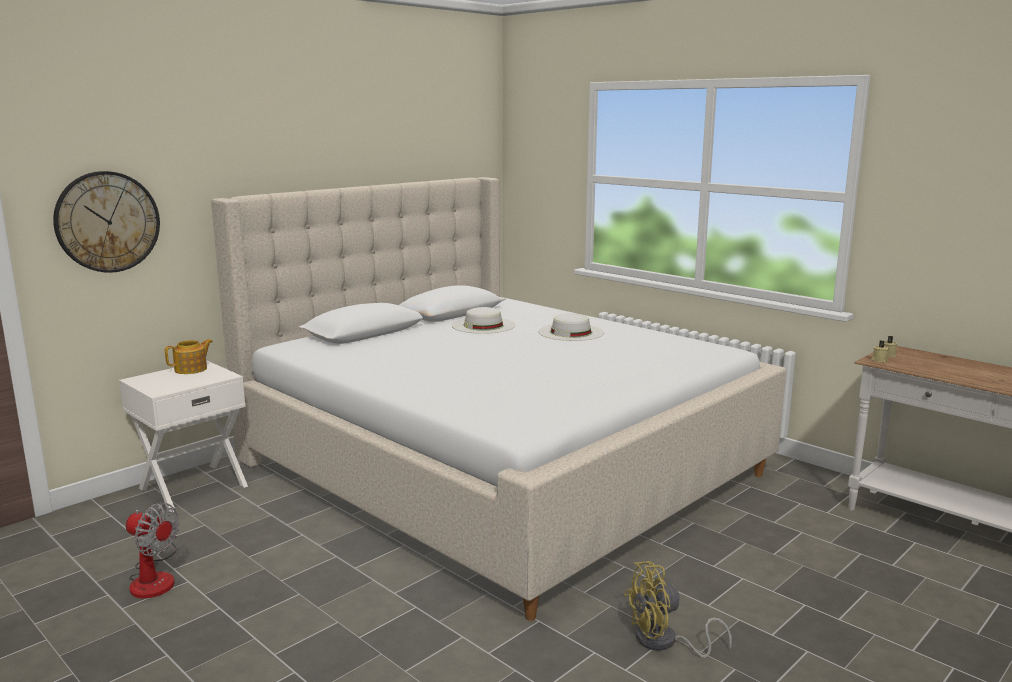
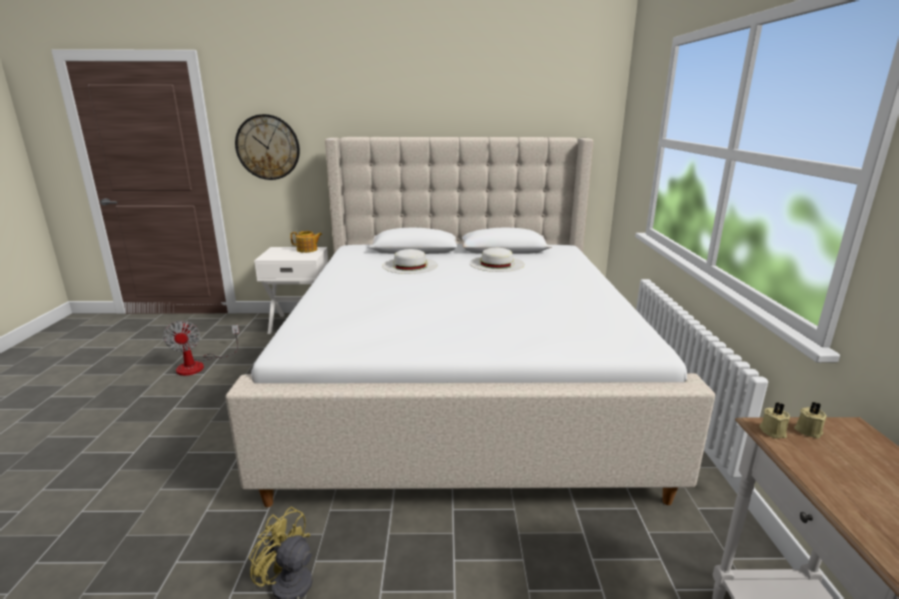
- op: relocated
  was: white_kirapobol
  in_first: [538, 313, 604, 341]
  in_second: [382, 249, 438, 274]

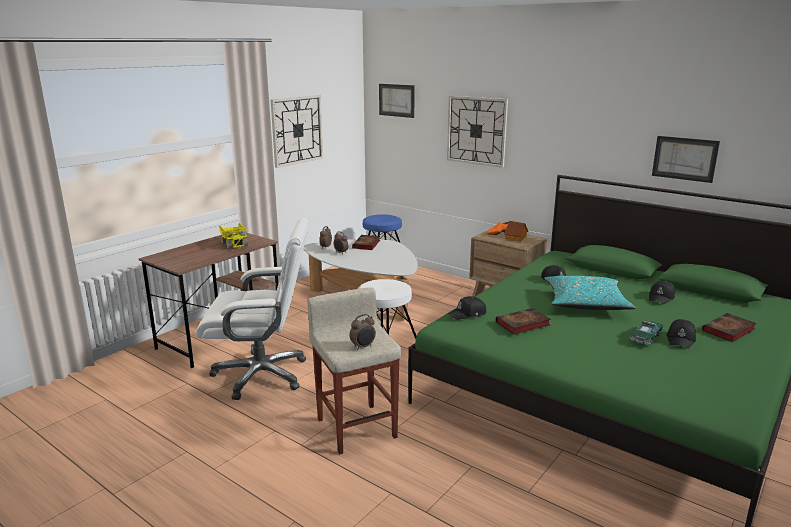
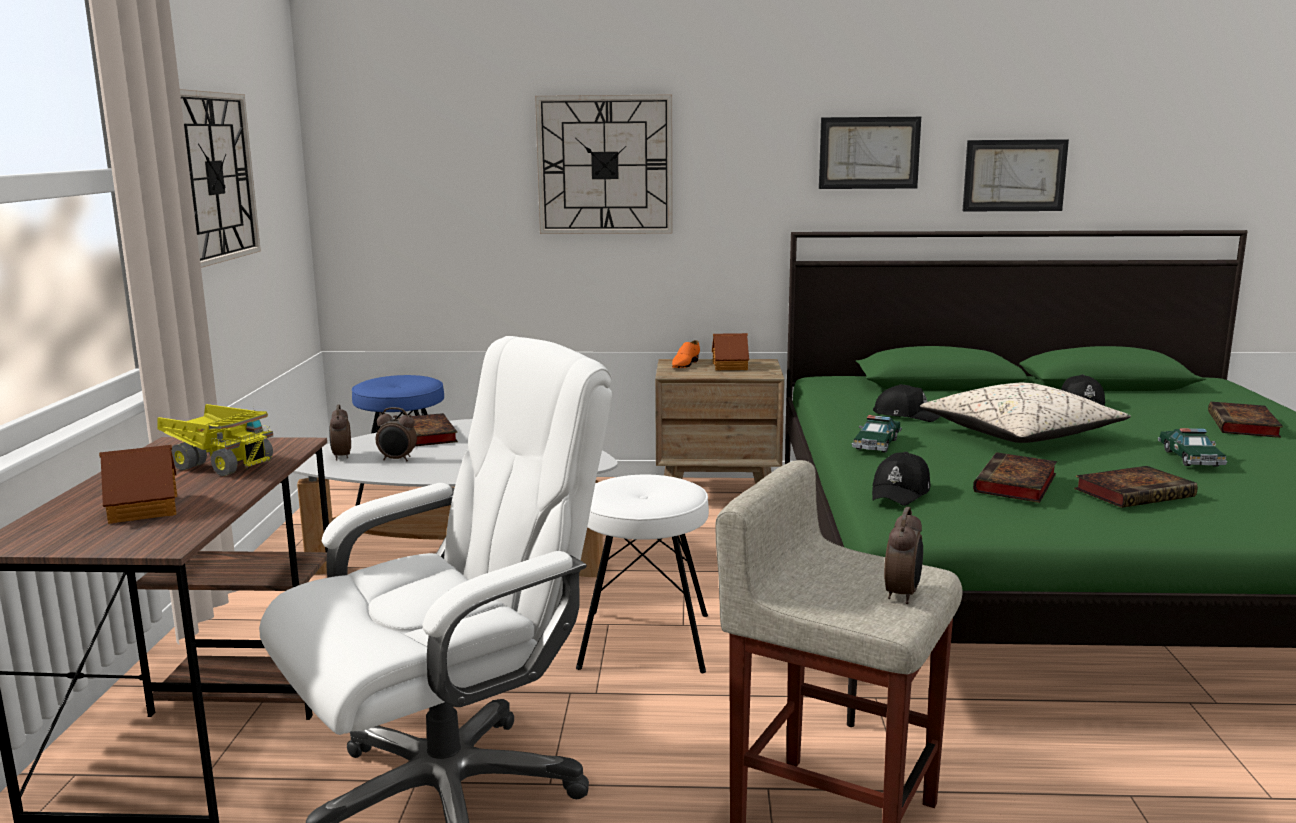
- op: relocated
  was: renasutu
  in_first: [379, 84, 415, 118]
  in_second: [819, 117, 921, 189]
- op: colour
  was: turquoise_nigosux
  now: beige_nigosux
  in_first: [544, 276, 636, 310]
  in_second: [920, 383, 1131, 443]
- op: missing
  was: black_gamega
  in_first: [667, 319, 696, 349]
- op: appeared
  now: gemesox
  in_second: [852, 415, 902, 453]
- op: appeared
  now: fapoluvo
  in_second: [99, 445, 177, 524]
- op: appeared
  now: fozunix
  in_second: [1074, 466, 1198, 508]

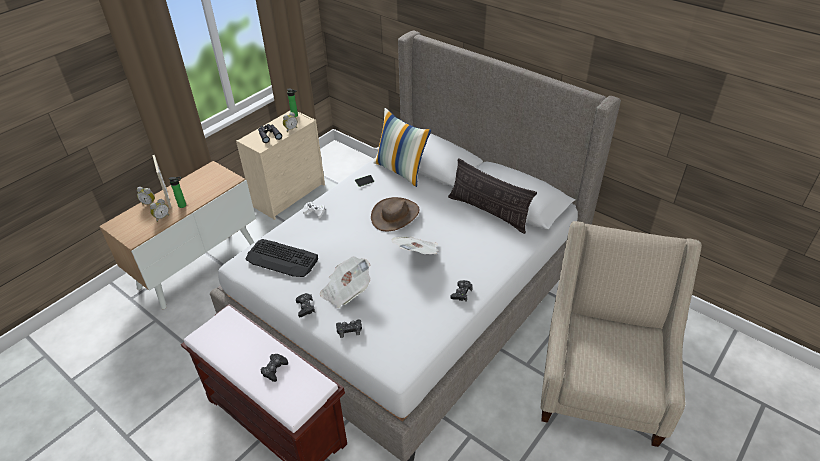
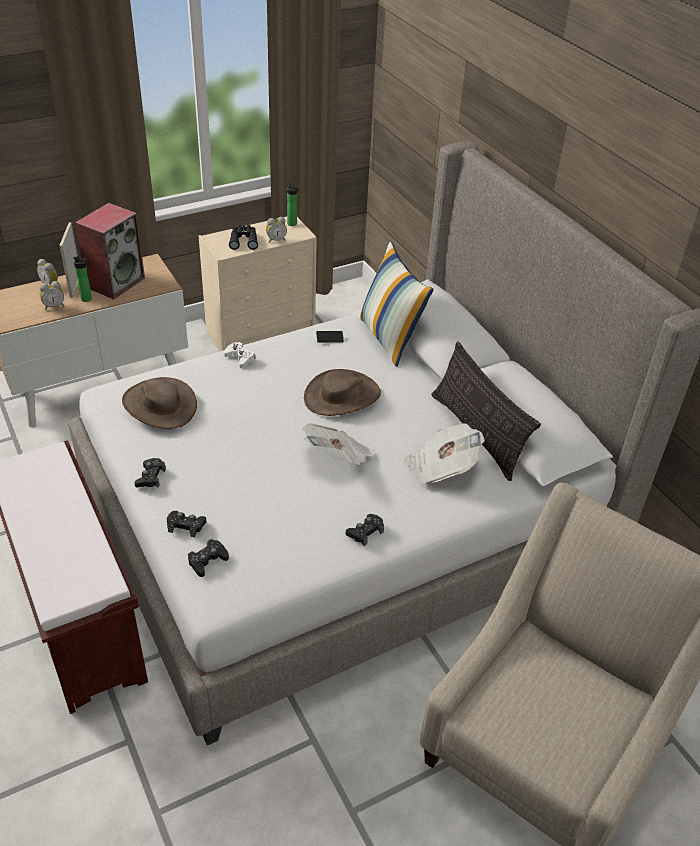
- op: exchanged
  was: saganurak
  now: brown_kirapobol
  in_first: [246, 239, 318, 277]
  in_second: [122, 377, 197, 429]
- op: relocated
  was: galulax
  in_first: [320, 256, 371, 308]
  in_second: [404, 423, 485, 485]
- op: relocated
  was: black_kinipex
  in_first: [260, 354, 288, 382]
  in_second: [188, 539, 229, 577]
- op: appeared
  now: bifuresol
  in_second: [75, 203, 145, 299]

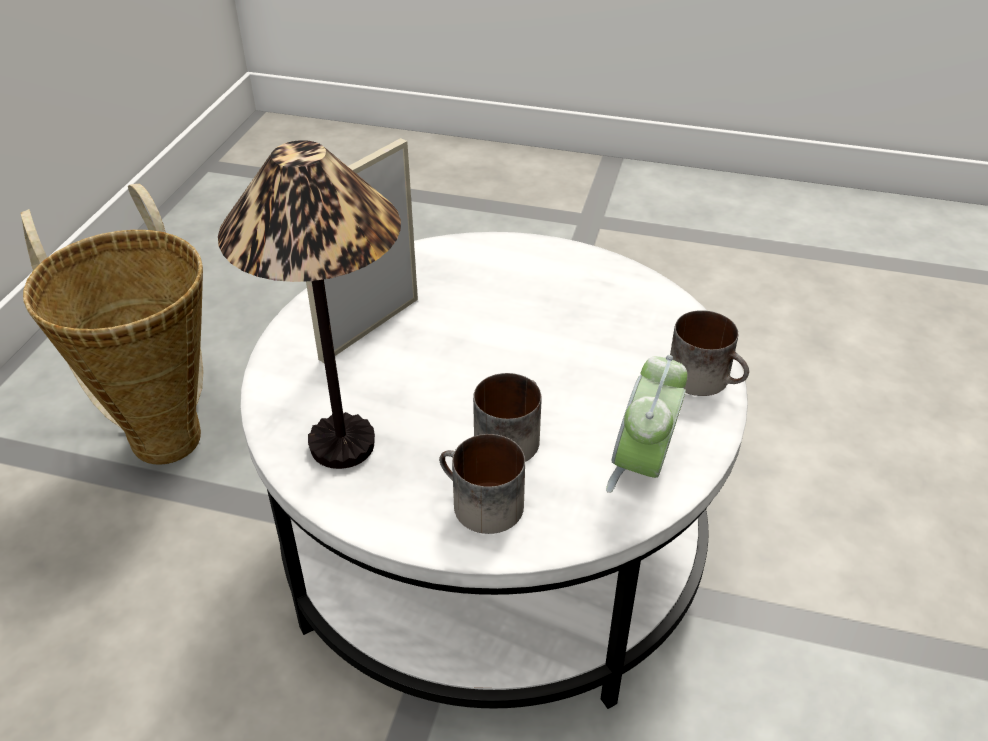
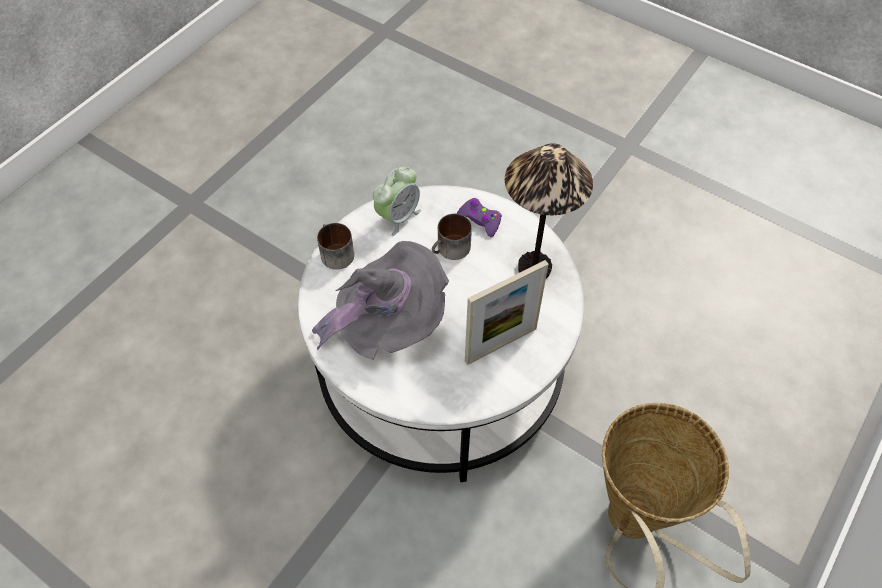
- op: exchanged
  was: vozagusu
  now: purple_kinipex
  in_first: [439, 434, 525, 534]
  in_second: [457, 198, 502, 237]
- op: appeared
  now: grey_kirapobol
  in_second: [312, 241, 449, 360]

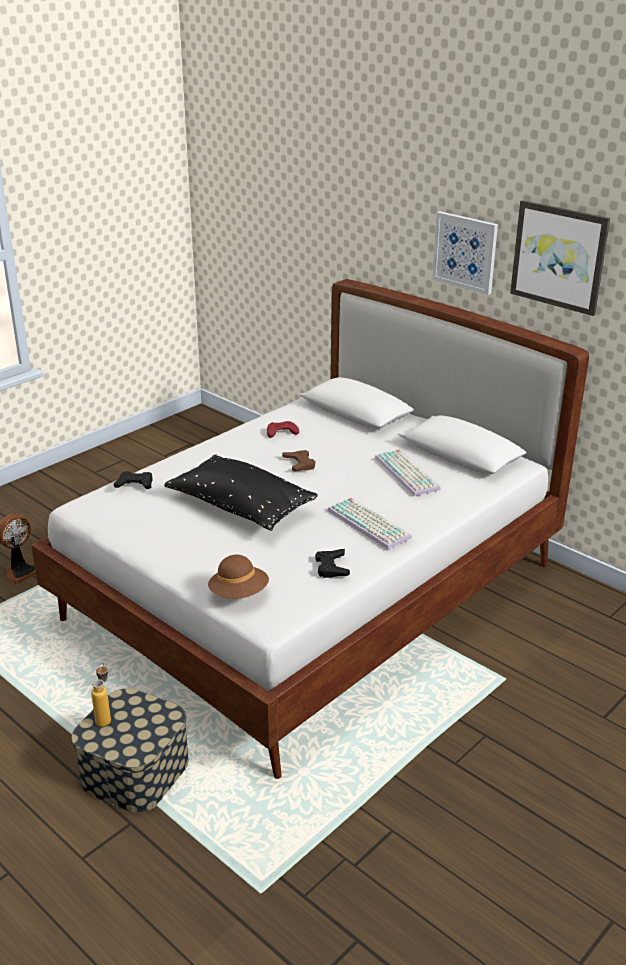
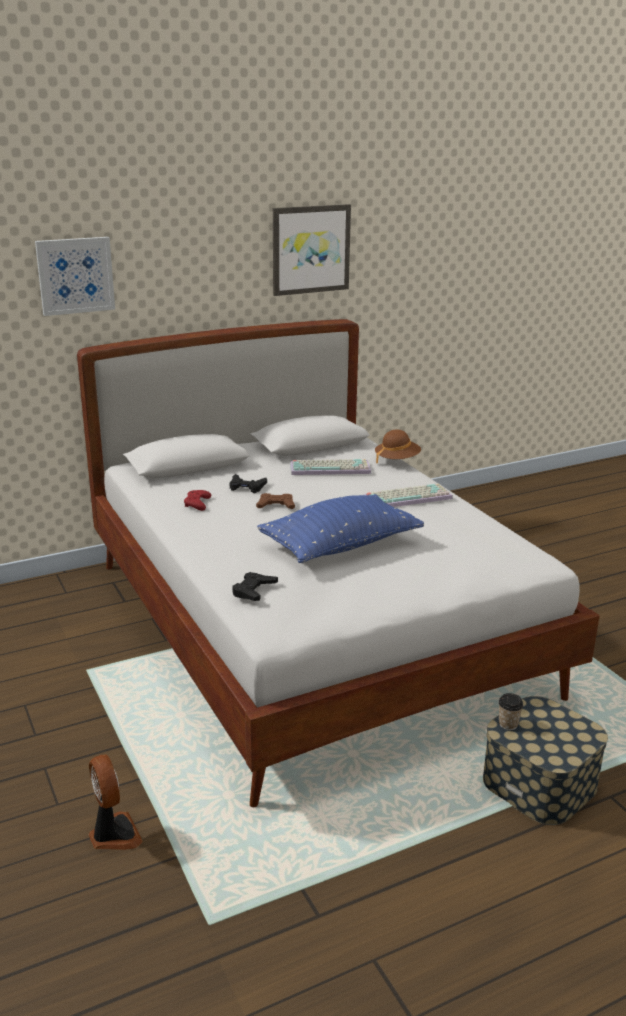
- op: relocated
  was: renasutu
  in_first: [432, 211, 498, 295]
  in_second: [35, 237, 115, 316]
- op: colour
  was: black_nigosux
  now: blue_nigosux
  in_first: [164, 455, 318, 531]
  in_second: [257, 494, 424, 563]
- op: relocated
  was: black_kinipex
  in_first: [315, 549, 350, 578]
  in_second: [230, 474, 267, 493]
- op: relocated
  was: brown_kirapobol
  in_first: [208, 555, 269, 599]
  in_second: [375, 429, 421, 463]
- op: missing
  was: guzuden
  in_first: [91, 663, 111, 727]
- op: appeared
  now: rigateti
  in_second: [498, 693, 523, 730]

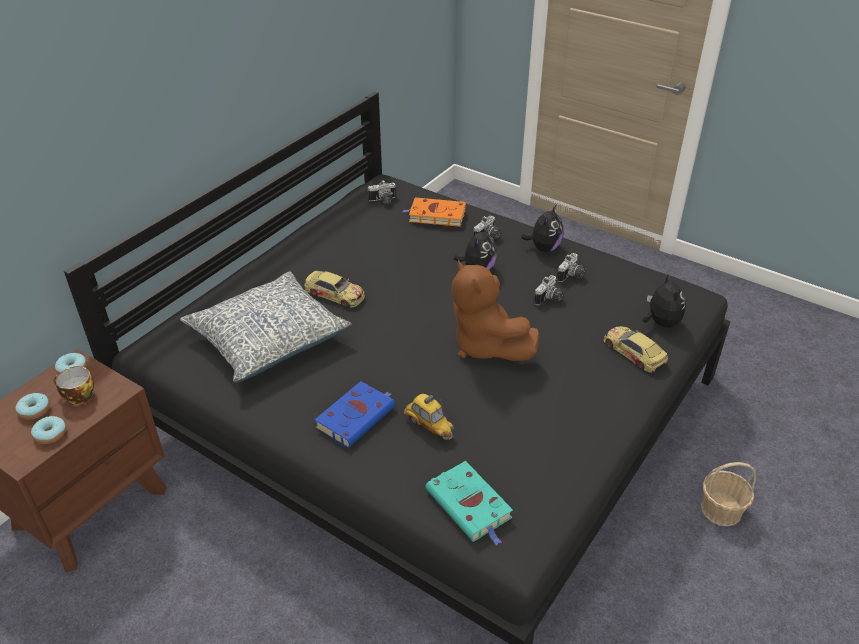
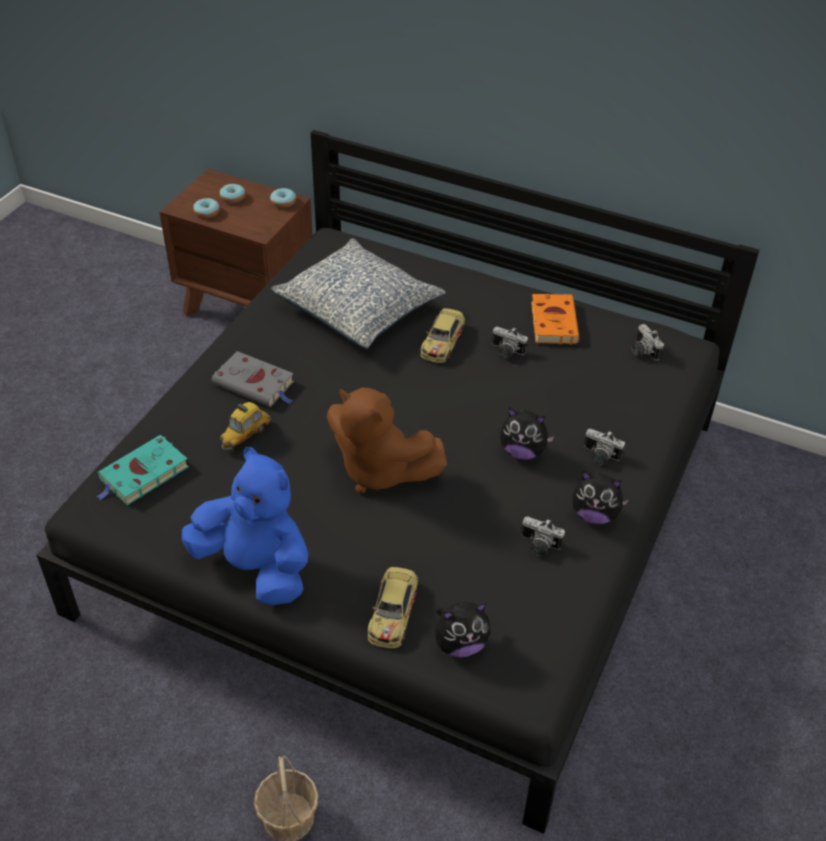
- op: relocated
  was: orange_fozunix
  in_first: [403, 198, 466, 227]
  in_second: [531, 294, 580, 344]
- op: spun
  was: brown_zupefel
  in_first: [452, 260, 540, 361]
  in_second: [327, 387, 447, 493]
  clockwise: -105
- op: relocated
  was: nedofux
  in_first: [533, 275, 564, 306]
  in_second: [492, 327, 528, 358]
- op: spun
  was: gemesox
  in_first: [604, 326, 668, 373]
  in_second: [367, 567, 418, 648]
  clockwise: 150
- op: missing
  was: rigateti
  in_first: [53, 366, 94, 405]
- op: colour
  was: blue_fozunix
  now: grey_fozunix
  in_first: [315, 381, 395, 448]
  in_second: [211, 351, 294, 407]
- op: appeared
  now: blue_zupefel
  in_second: [182, 447, 309, 605]

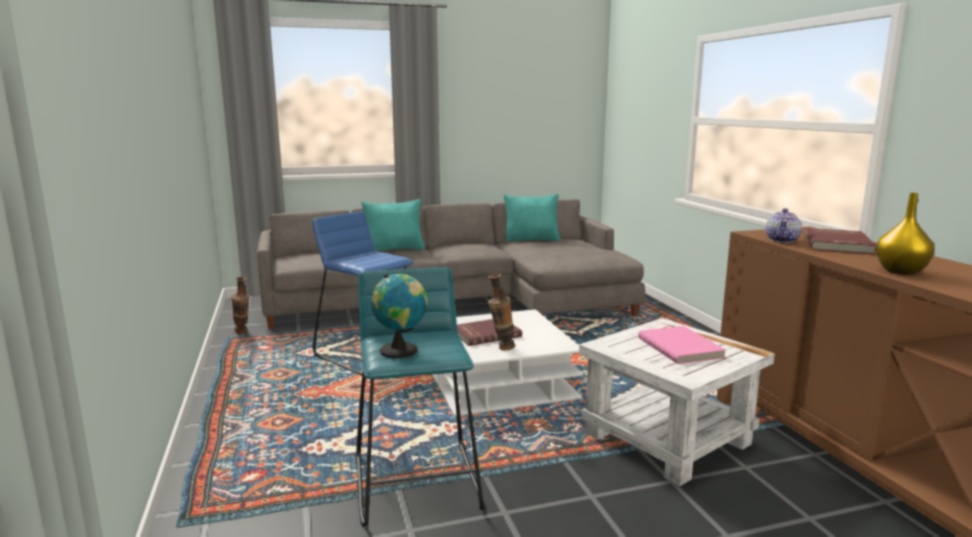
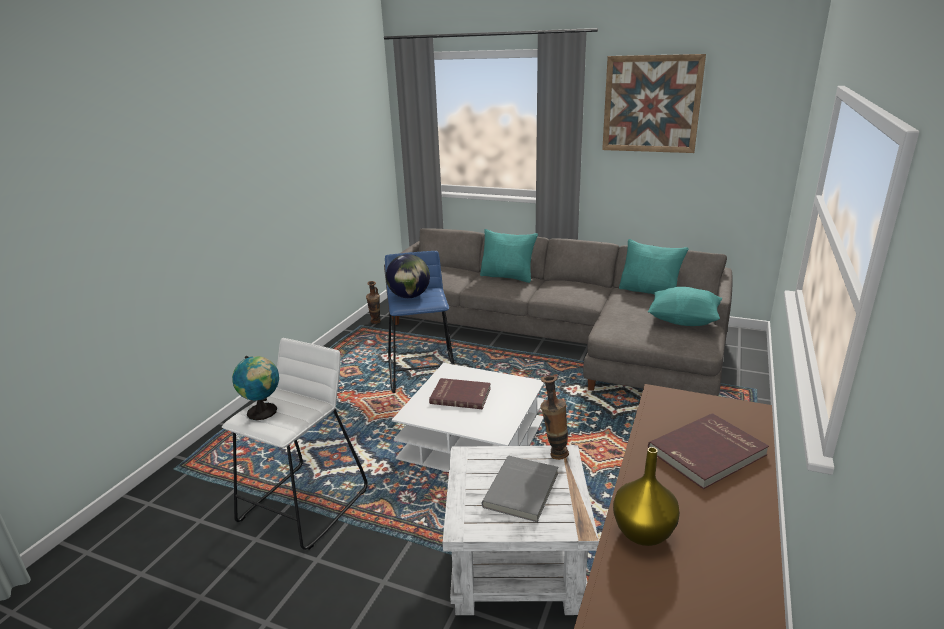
- op: missing
  was: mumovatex
  in_first: [766, 208, 802, 243]
- op: colour
  was: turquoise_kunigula
  now: white_kunigula
  in_first: [356, 267, 485, 527]
  in_second: [222, 338, 368, 550]
- op: relocated
  was: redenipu
  in_first: [487, 274, 515, 351]
  in_second: [540, 375, 569, 460]
- op: colour
  was: pink_fozunix
  now: grey_fozunix
  in_first: [638, 326, 726, 364]
  in_second: [482, 455, 558, 522]
- op: appeared
  now: renasutu
  in_second: [602, 54, 706, 153]
- op: appeared
  now: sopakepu
  in_second: [386, 254, 430, 298]
- op: appeared
  now: turquoise_nigosux
  in_second: [648, 287, 722, 326]

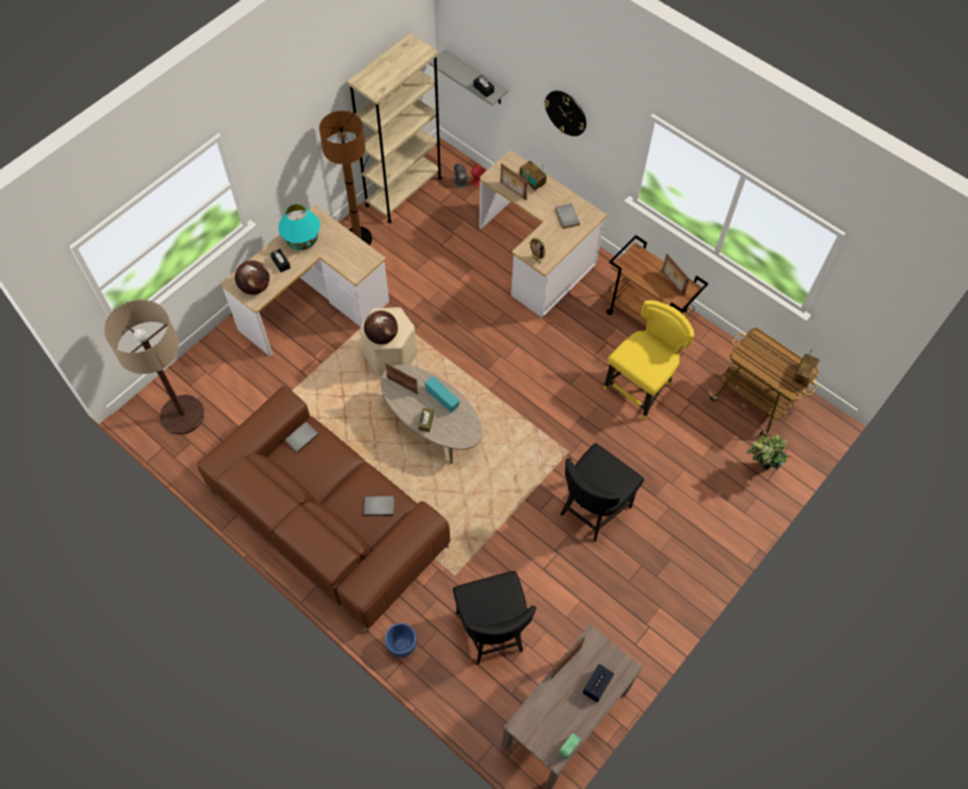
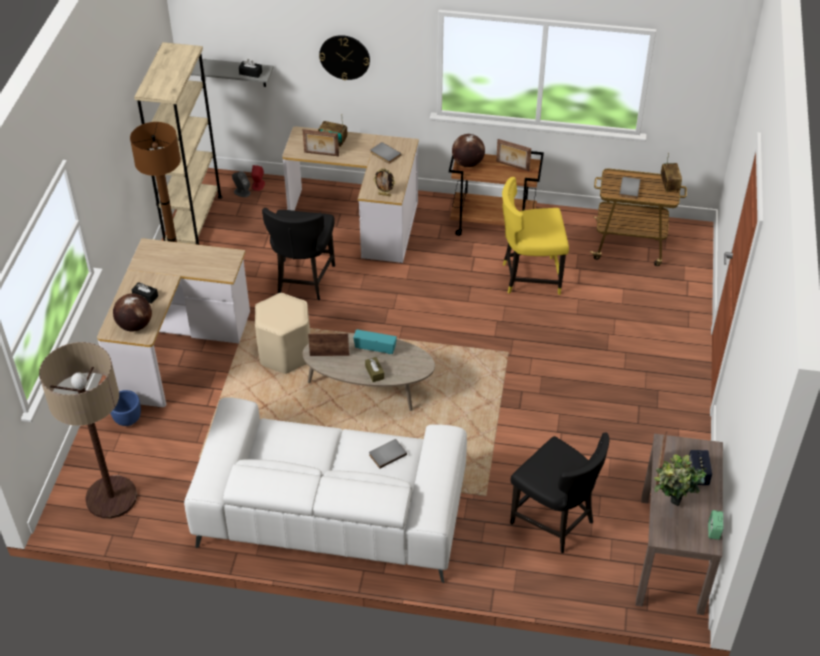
- op: missing
  was: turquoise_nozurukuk
  in_first: [278, 204, 320, 250]
- op: spun
  was: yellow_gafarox
  in_first: [603, 300, 694, 420]
  in_second: [502, 177, 569, 295]
  clockwise: -105
- op: relocated
  was: sopakepu
  in_first: [364, 310, 398, 344]
  in_second: [452, 134, 485, 167]
- op: colour
  was: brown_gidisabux
  now: white_gidisabux
  in_first: [197, 386, 450, 634]
  in_second: [184, 397, 467, 583]
- op: relocated
  was: grey_fozunix
  in_first: [285, 422, 319, 453]
  in_second: [619, 177, 641, 199]
- op: relocated
  was: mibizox
  in_first: [746, 435, 790, 470]
  in_second: [654, 455, 707, 506]
- op: relocated
  was: black_gafarox
  in_first: [560, 443, 644, 541]
  in_second: [262, 208, 335, 300]
- op: relocated
  was: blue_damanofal
  in_first: [385, 623, 417, 657]
  in_second: [110, 390, 141, 426]

